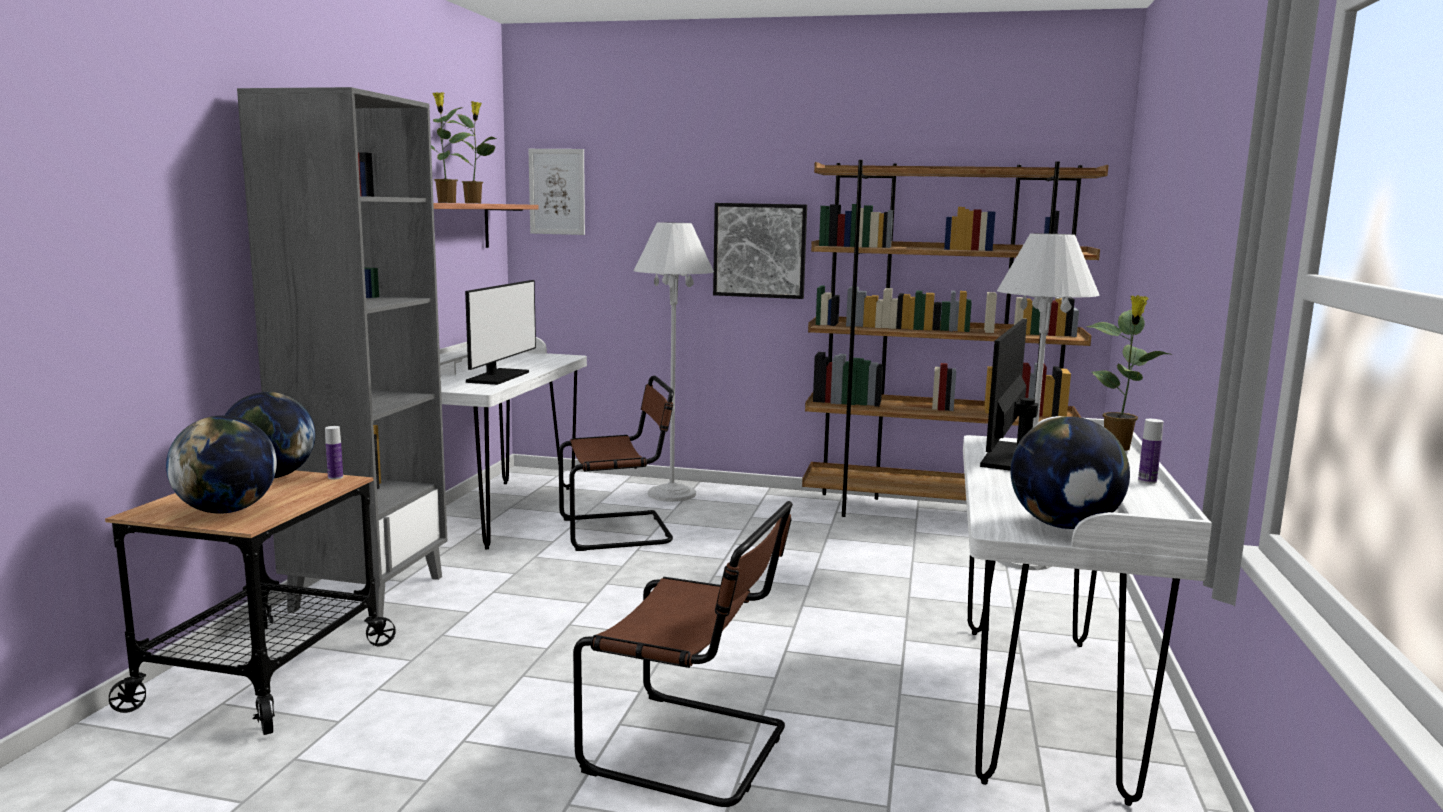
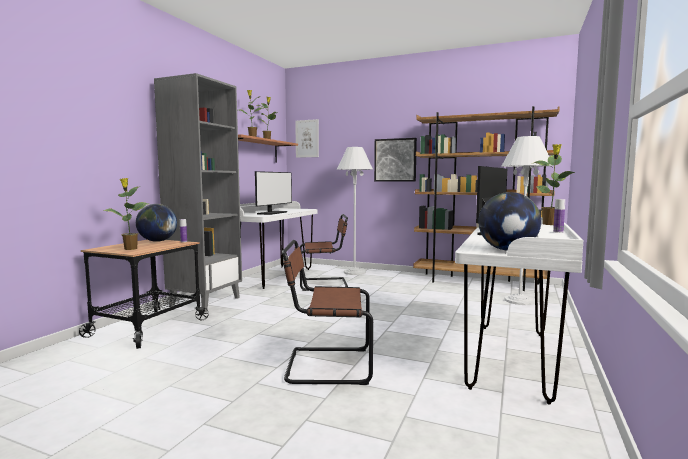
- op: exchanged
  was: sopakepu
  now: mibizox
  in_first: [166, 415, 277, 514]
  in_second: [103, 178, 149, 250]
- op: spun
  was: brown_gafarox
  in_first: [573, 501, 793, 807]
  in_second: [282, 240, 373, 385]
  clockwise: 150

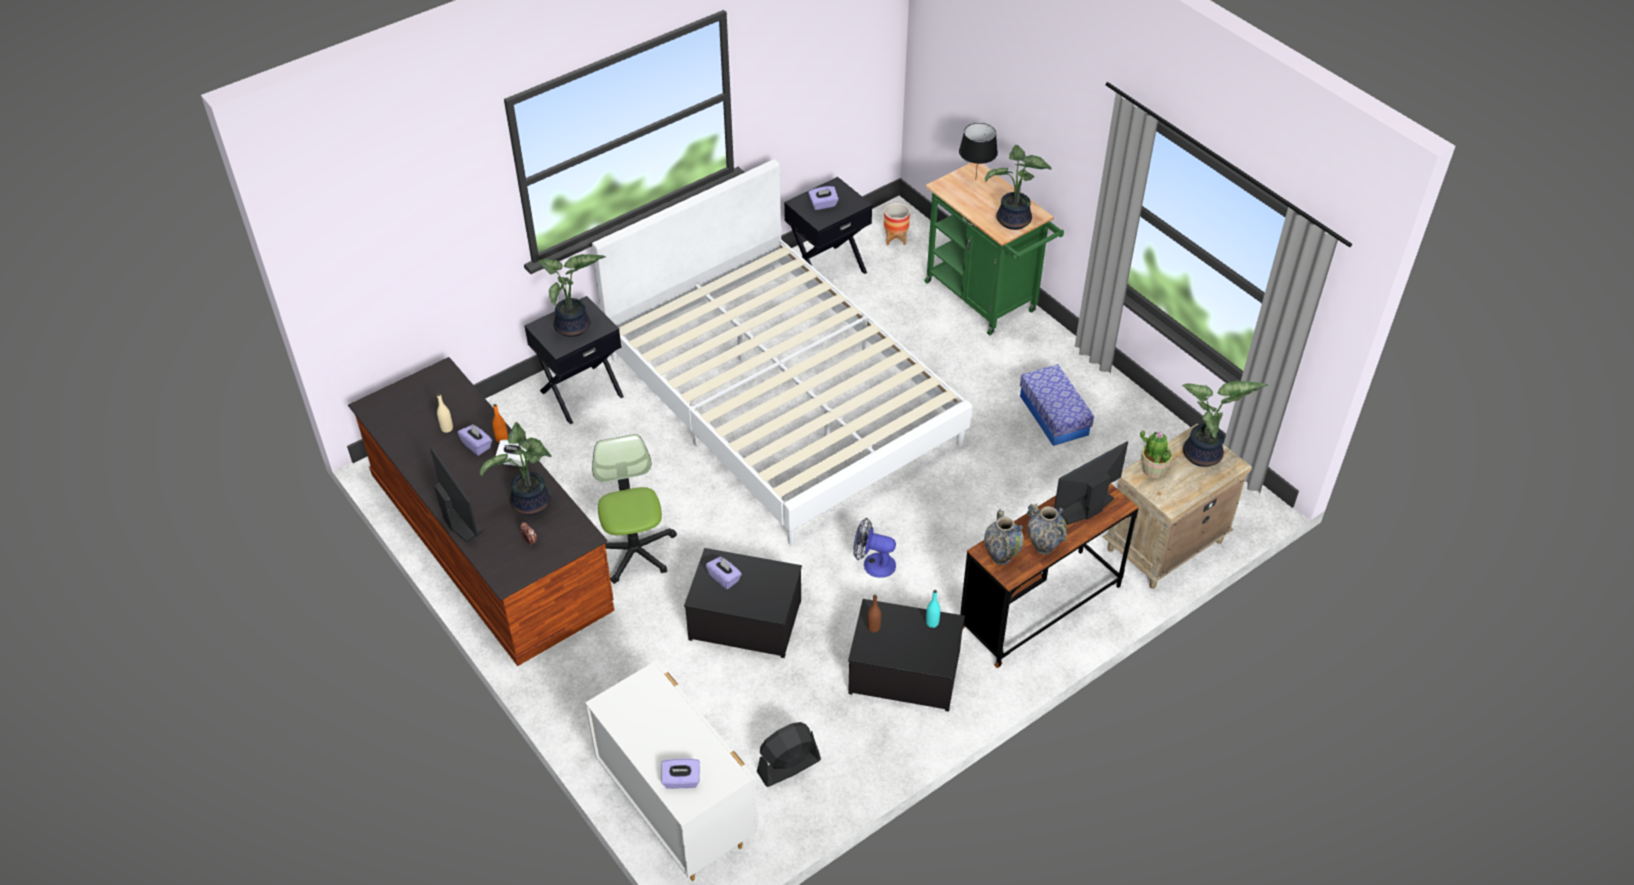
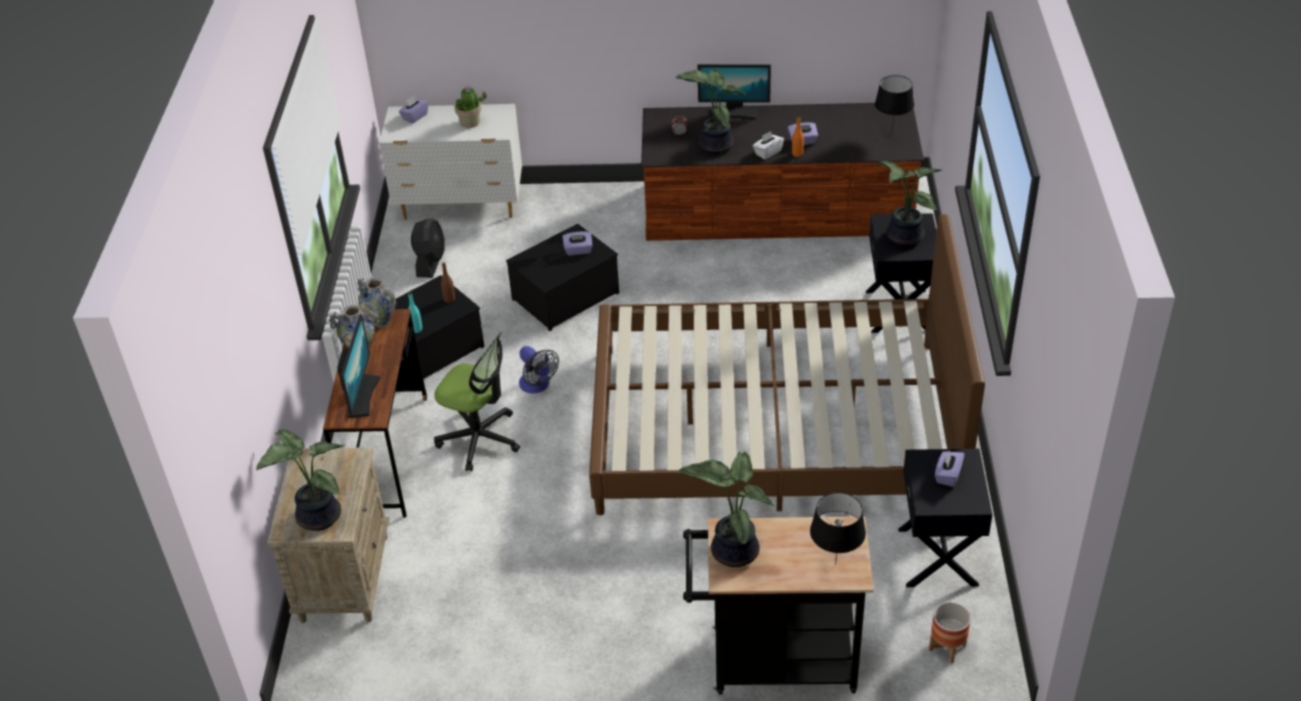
- op: colour
  was: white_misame
  now: brown_misame
  in_first: [592, 159, 972, 546]
  in_second: [589, 215, 985, 515]
- op: colour
  was: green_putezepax
  now: black_putezepax
  in_first: [925, 163, 1064, 335]
  in_second: [683, 516, 874, 695]
- op: missing
  was: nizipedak
  in_first: [1020, 364, 1094, 446]
- op: missing
  was: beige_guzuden
  in_first: [437, 393, 453, 433]
- op: relocated
  was: mibizox
  in_first: [1140, 430, 1173, 478]
  in_second: [454, 86, 487, 128]
- op: relocated
  was: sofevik
  in_first: [592, 434, 677, 584]
  in_second: [434, 331, 520, 471]
- op: spun
  was: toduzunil
  in_first: [853, 518, 896, 578]
  in_second: [519, 346, 559, 394]
  clockwise: 90
- op: appeared
  now: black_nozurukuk
  in_second: [875, 75, 914, 132]

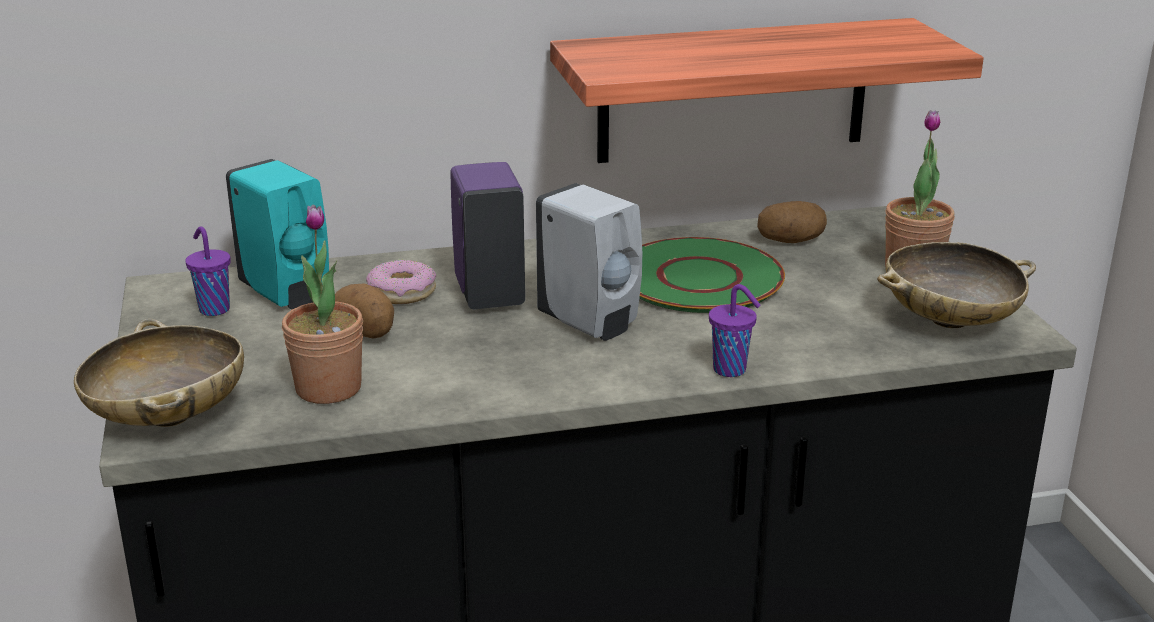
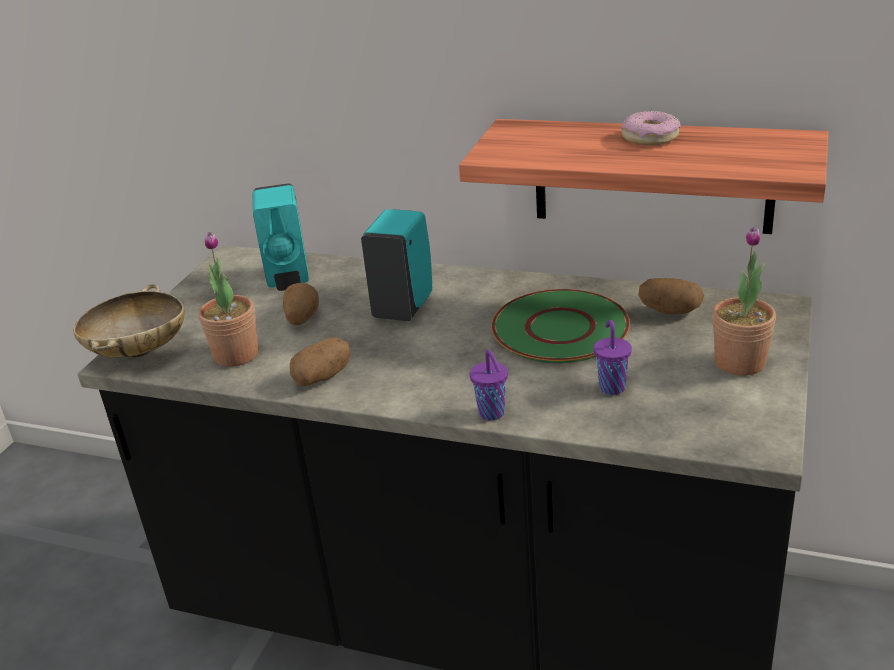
- op: colour
  was: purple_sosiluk
  now: turquoise_sosiluk
  in_first: [450, 162, 525, 309]
  in_second: [361, 209, 432, 321]
- op: missing
  was: white_sosiluk
  in_first: [536, 183, 642, 341]
- op: relocated
  was: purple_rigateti
  in_first: [185, 226, 231, 316]
  in_second: [594, 320, 632, 395]
- op: missing
  was: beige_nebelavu
  in_first: [877, 242, 1036, 328]
- op: relocated
  was: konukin
  in_first: [366, 260, 436, 304]
  in_second: [621, 111, 681, 146]
- op: appeared
  now: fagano
  in_second: [290, 337, 350, 386]

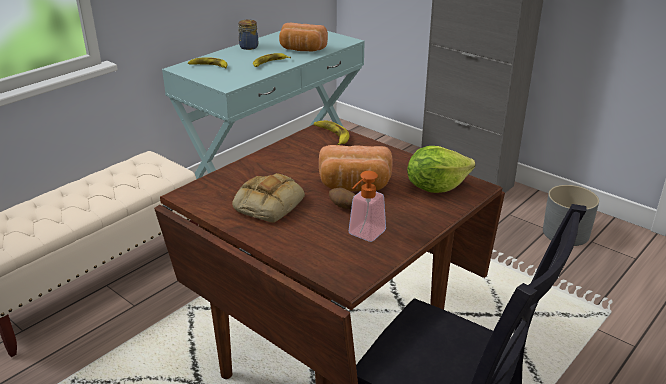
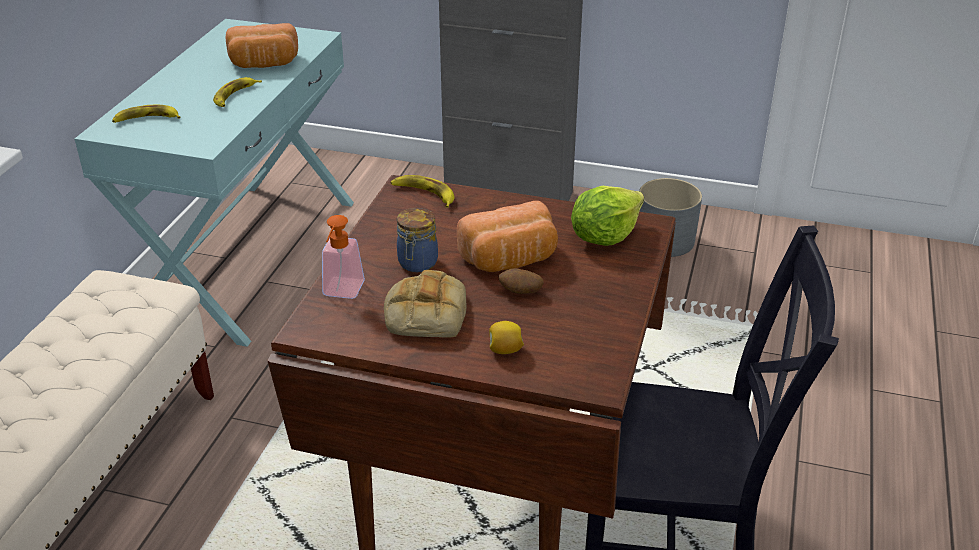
- op: relocated
  was: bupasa
  in_first: [238, 19, 258, 50]
  in_second: [397, 208, 438, 272]
- op: relocated
  was: sosiluk
  in_first: [348, 171, 386, 242]
  in_second: [322, 215, 365, 299]
- op: appeared
  now: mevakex
  in_second: [489, 321, 524, 354]

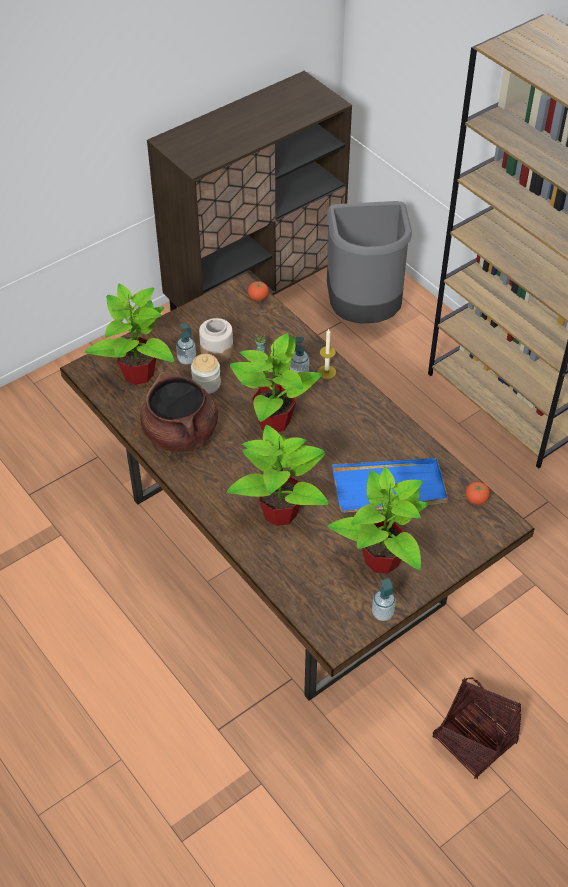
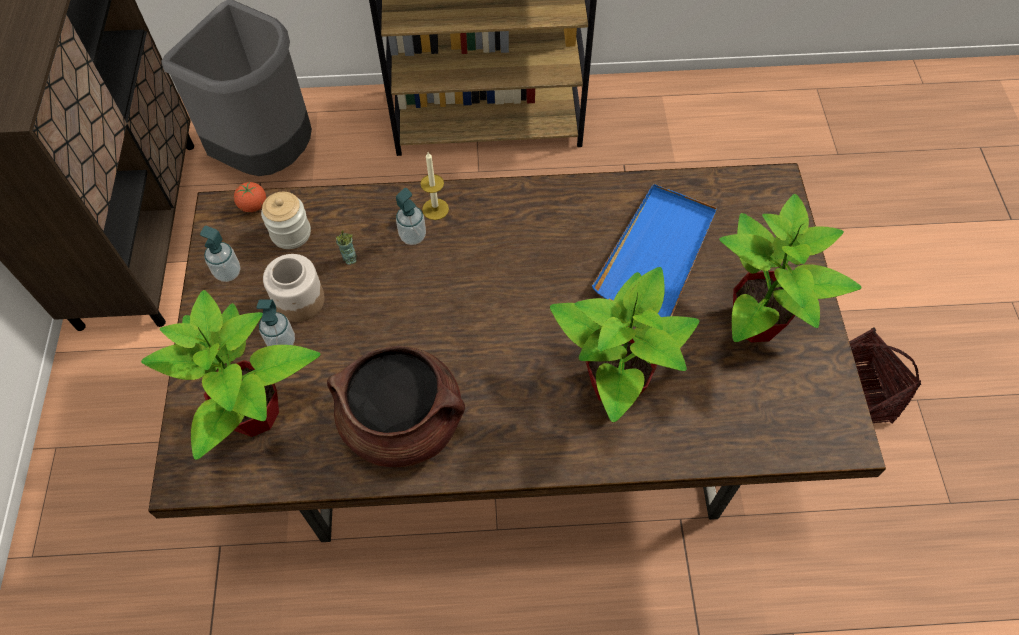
- op: missing
  was: mibizox
  in_first: [230, 333, 322, 432]
- op: relocated
  was: bupasa
  in_first: [191, 354, 221, 394]
  in_second: [261, 192, 311, 249]
- op: missing
  was: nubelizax
  in_first: [466, 482, 490, 505]
- op: relocated
  was: sosiluk
  in_first: [372, 578, 396, 621]
  in_second: [200, 226, 241, 282]

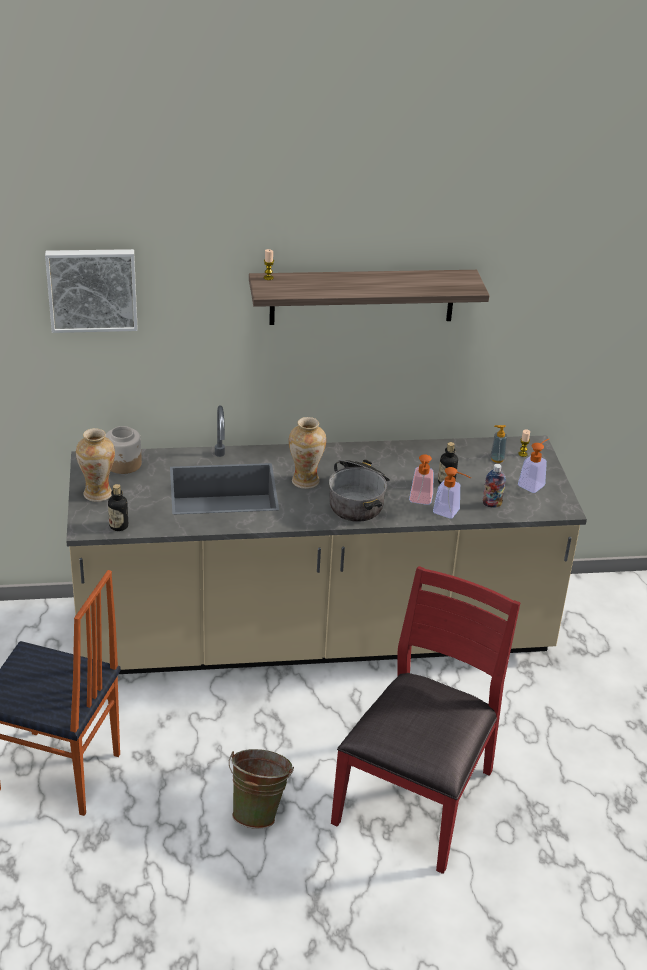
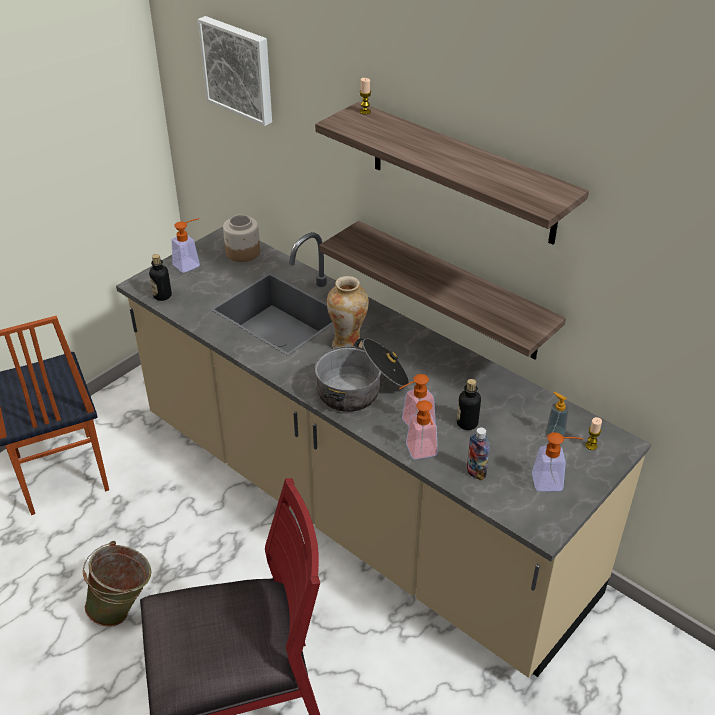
- op: exchanged
  was: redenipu
  now: sosiluk
  in_first: [76, 428, 115, 502]
  in_second: [171, 218, 200, 273]
- op: appeared
  now: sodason
  in_second: [319, 221, 566, 360]

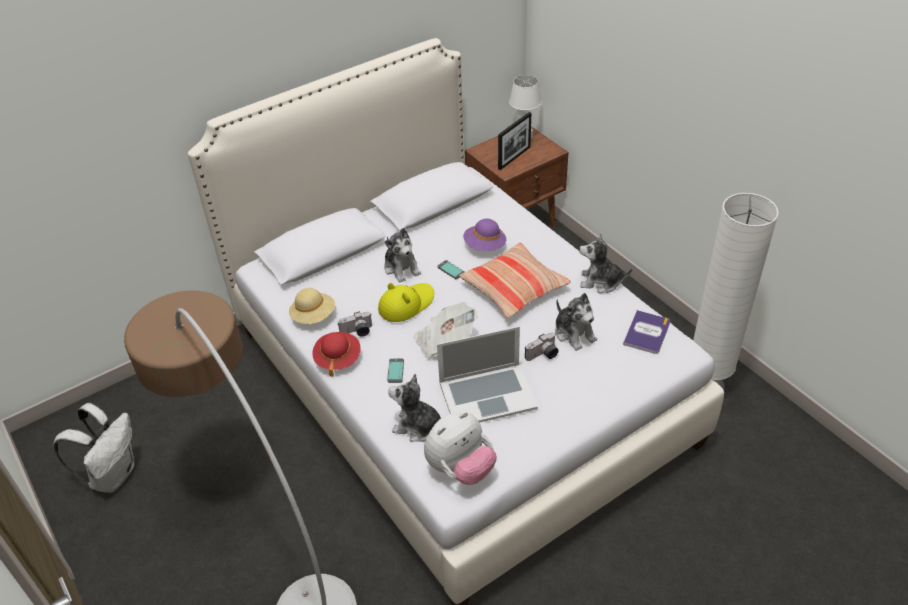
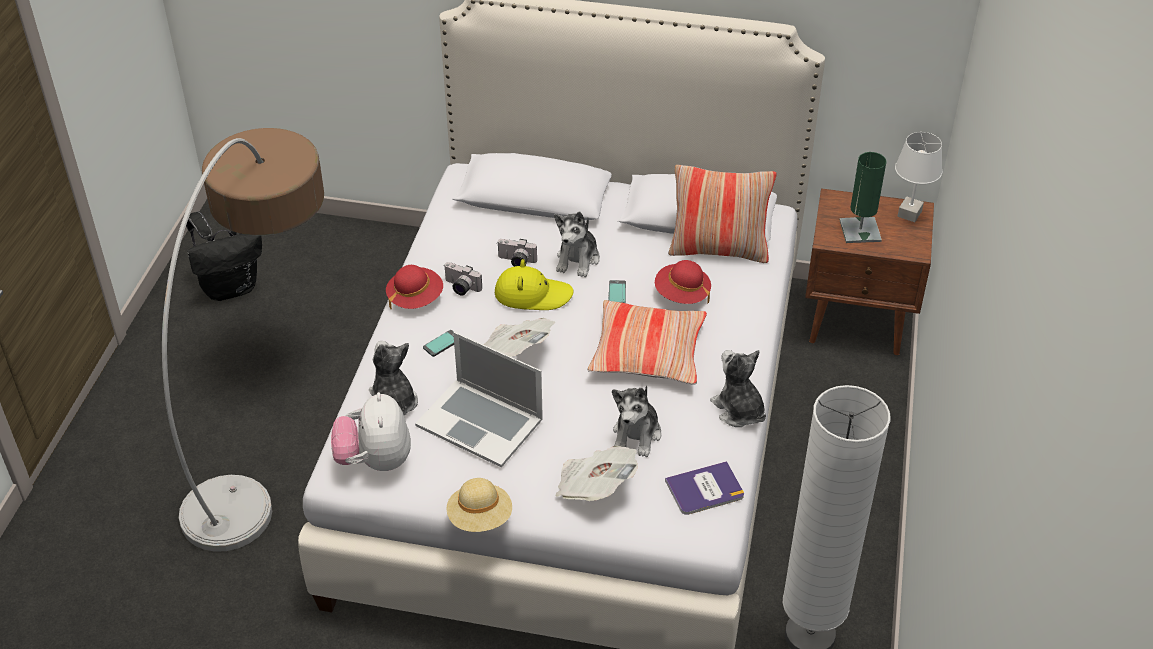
- op: exchanged
  was: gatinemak
  now: green_nozurukuk
  in_first: [498, 112, 531, 170]
  in_second: [840, 152, 886, 243]
- op: colour
  was: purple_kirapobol
  now: red_kirapobol
  in_first: [463, 219, 506, 251]
  in_second: [655, 260, 711, 304]
- op: relocated
  was: beige_kirapobol
  in_first: [289, 288, 335, 324]
  in_second: [447, 478, 512, 532]
- op: relocated
  was: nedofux
  in_first: [525, 332, 559, 361]
  in_second: [497, 239, 537, 267]
- op: colour
  was: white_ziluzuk
  now: black_ziluzuk
  in_first: [53, 403, 134, 493]
  in_second: [186, 211, 262, 301]
- op: spun
  was: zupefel
  in_first: [424, 412, 497, 485]
  in_second: [331, 392, 411, 471]
  clockwise: 75
- op: appeared
  now: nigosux
  in_second: [668, 165, 776, 263]
- op: appeared
  now: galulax
  in_second: [556, 446, 638, 501]

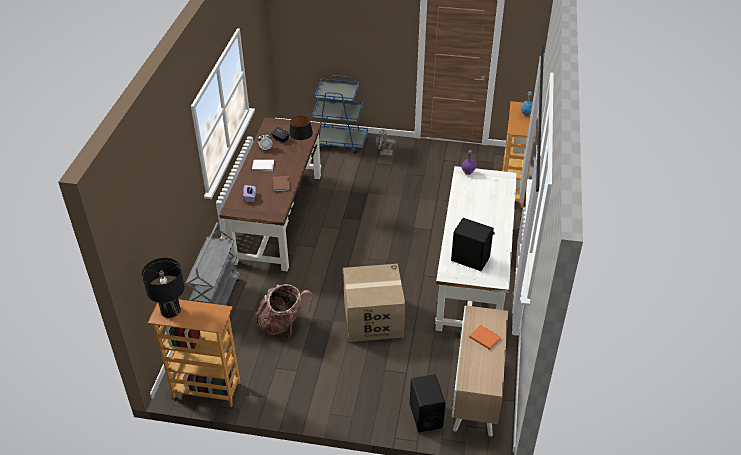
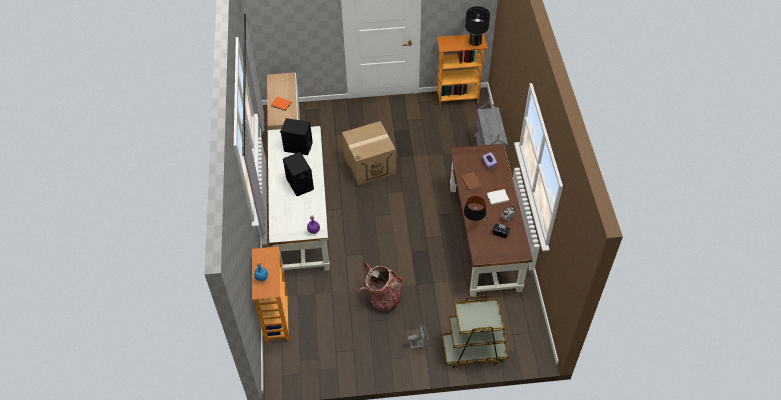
- op: colour
  was: blue_putezepax
  now: brown_putezepax
  in_first: [312, 75, 368, 153]
  in_second: [442, 295, 508, 368]
- op: relocated
  was: ziluzuk
  in_first: [255, 284, 313, 339]
  in_second: [358, 263, 402, 311]
- op: relocated
  was: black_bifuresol
  in_first: [409, 374, 445, 432]
  in_second: [283, 152, 314, 196]

